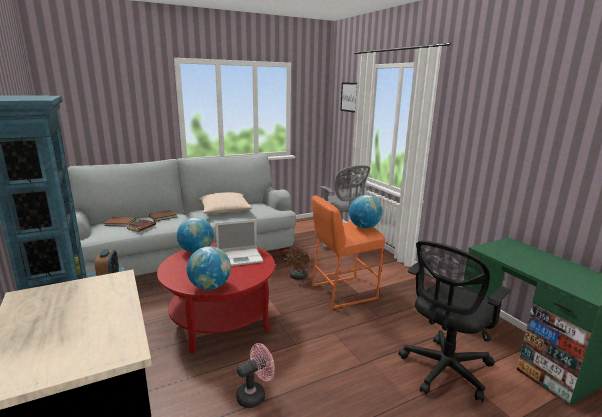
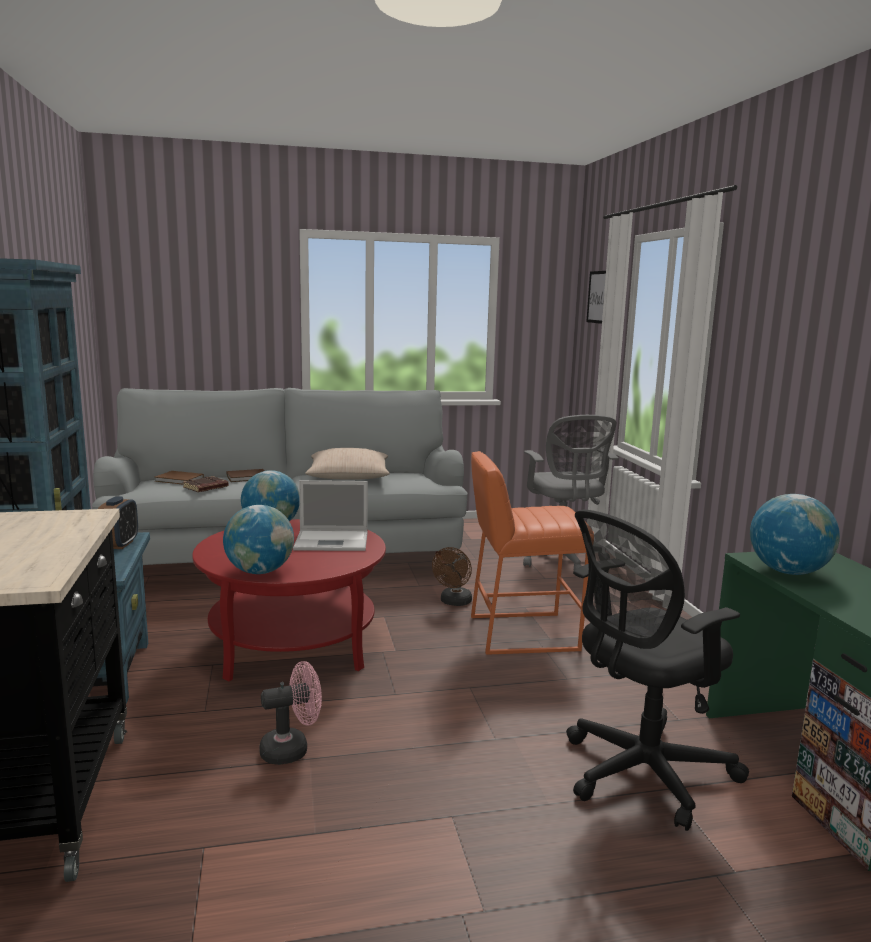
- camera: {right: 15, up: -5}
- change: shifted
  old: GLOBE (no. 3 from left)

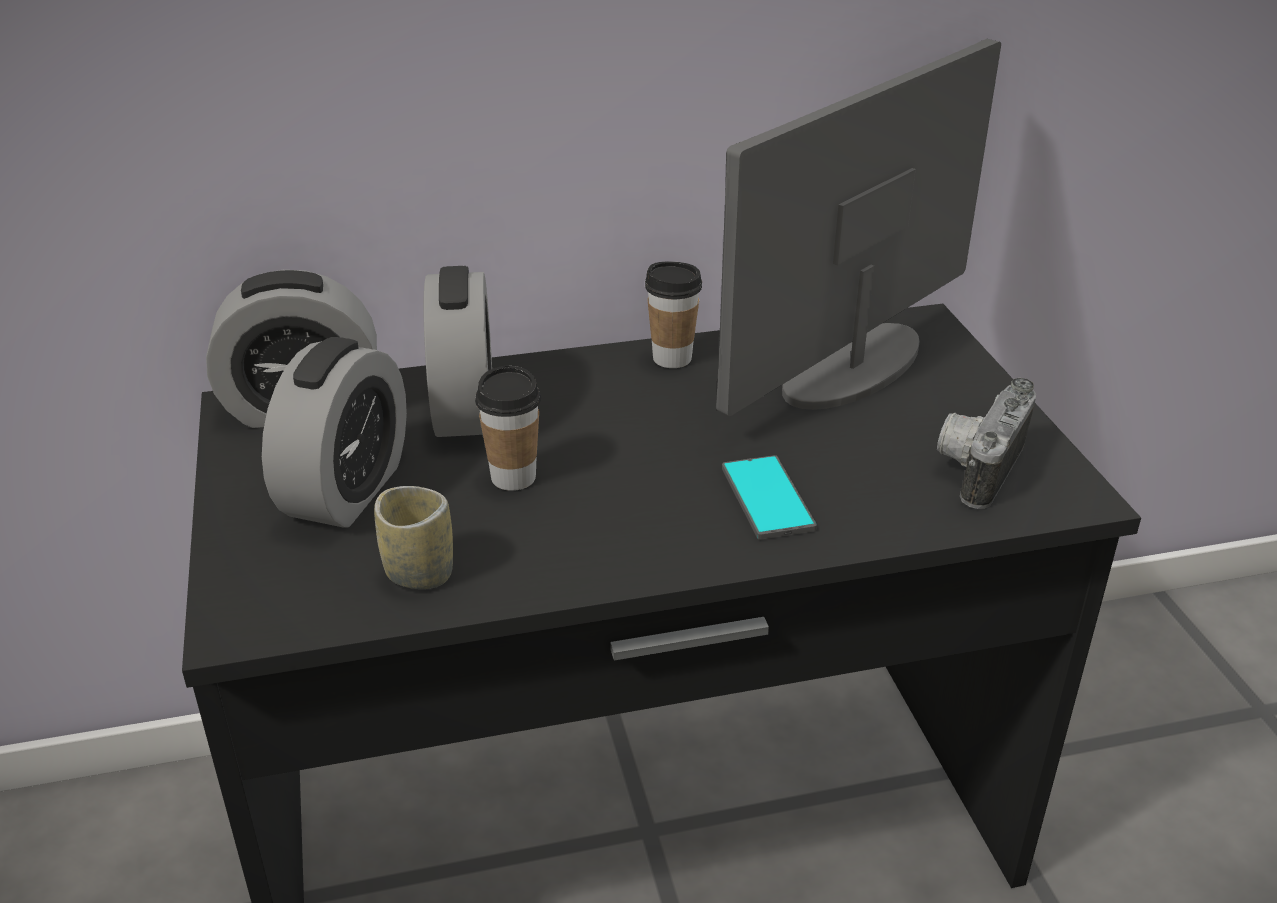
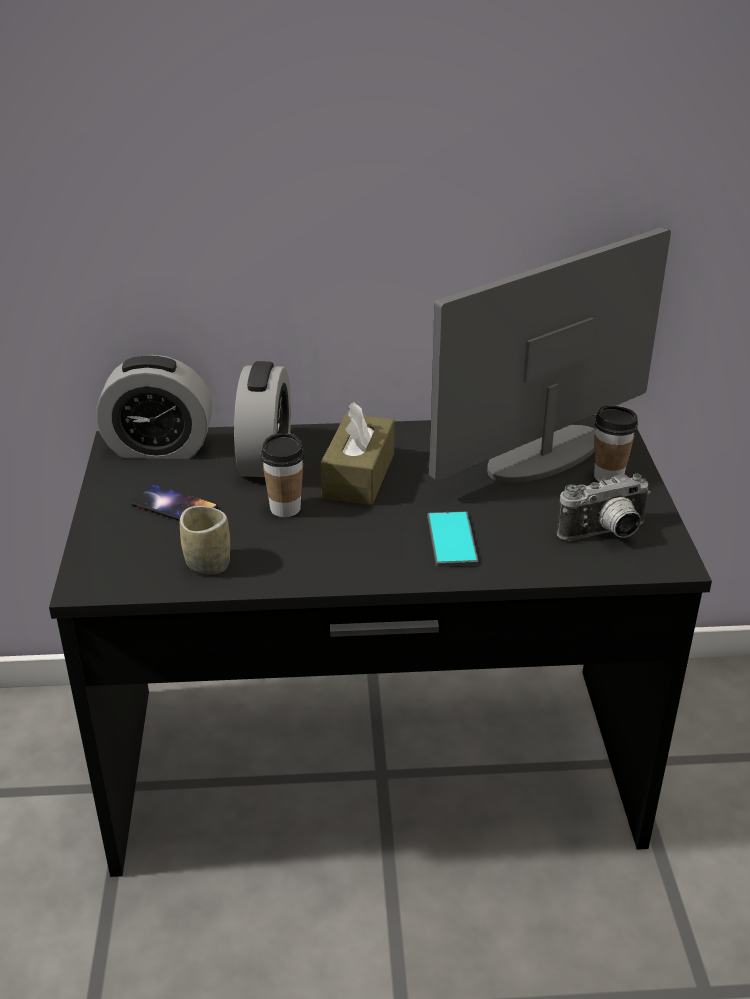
- camera: {right: 10, up: 0}
- change: swapped
  old: ALARM CLOCK (no. 2 from left)
  new: PHONE (no. 1 from left)
- change: new
  new: BROWN TISSUE BOX
- change: rotated
  old: PHOTO CAMERA
  degrees: -150
- change: shifted
  old: CUP (no. 3 from left)

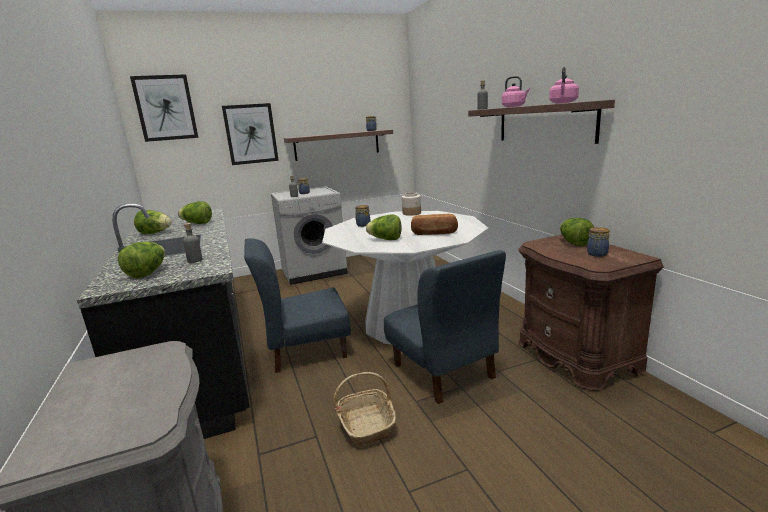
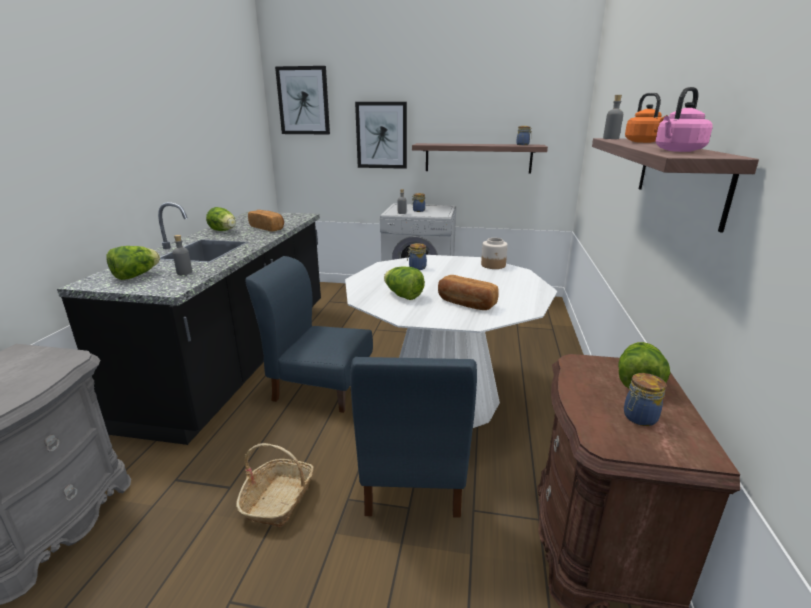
- camera: {right: 30, up: 5}
- change: swapped
  old: LETTUCE (no. 3 from left)
  new: BREAD (no. 1 from left)
- change: repainted
  old: PINK KETTLE (no. 1 from left)
  new: ORANGE KETTLE

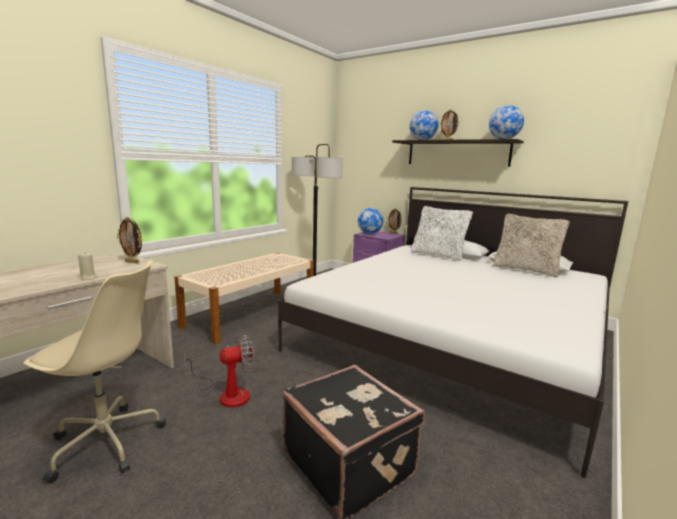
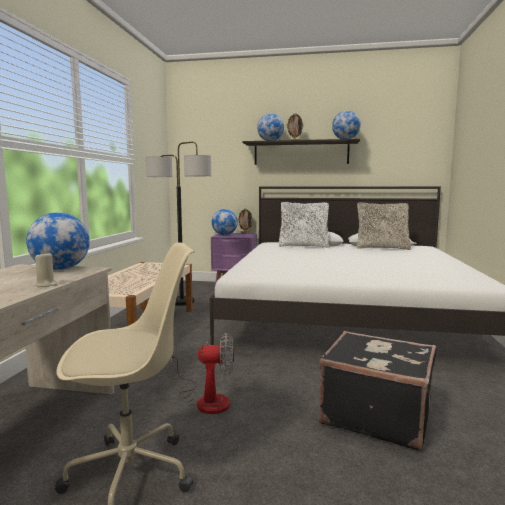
- camera: {right: -25, up: -5}
- change: swapped
  old: PICTURE FRAME (no. 1 from left)
  new: GLOBE (no. 1 from left)
- change: rotated
  old: FAN
  degrees: 45

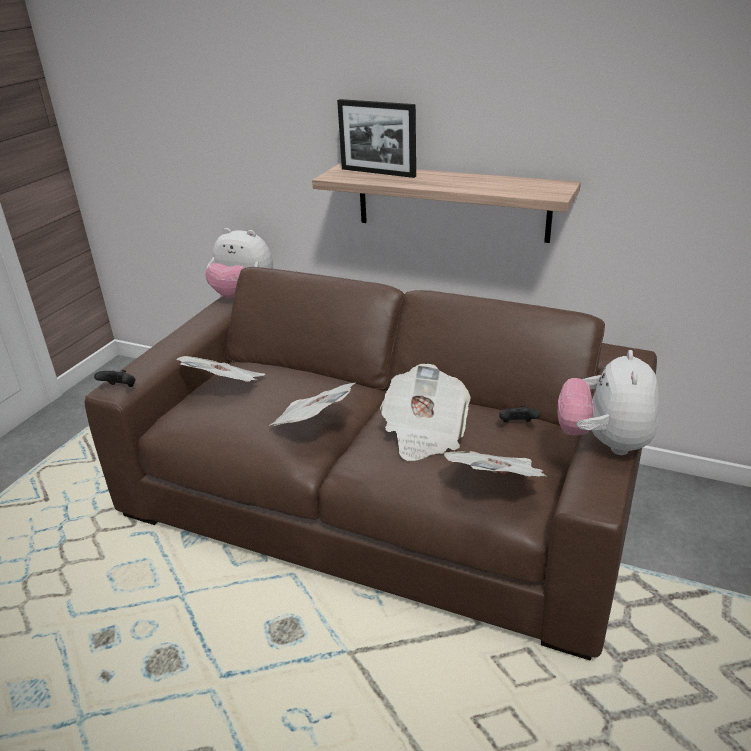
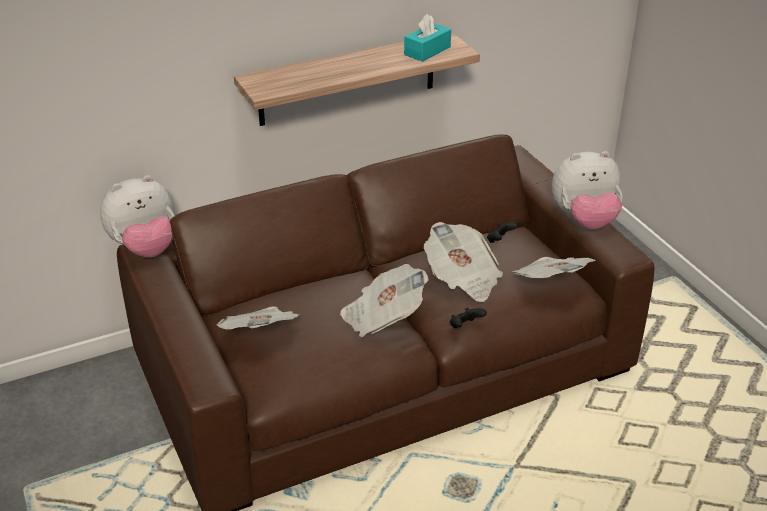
- camera: {right: -50, up: 5}
- change: new
  new: TURQUOISE TISSUE BOX
- change: shifted
  old: BLACK GAME CONTROLLER (no. 1 from left)
- change: rotated
  old: PLUSH TOY (no. 2 from left)
  degrees: -60
- change: gone
  old: PICTURE FRAME

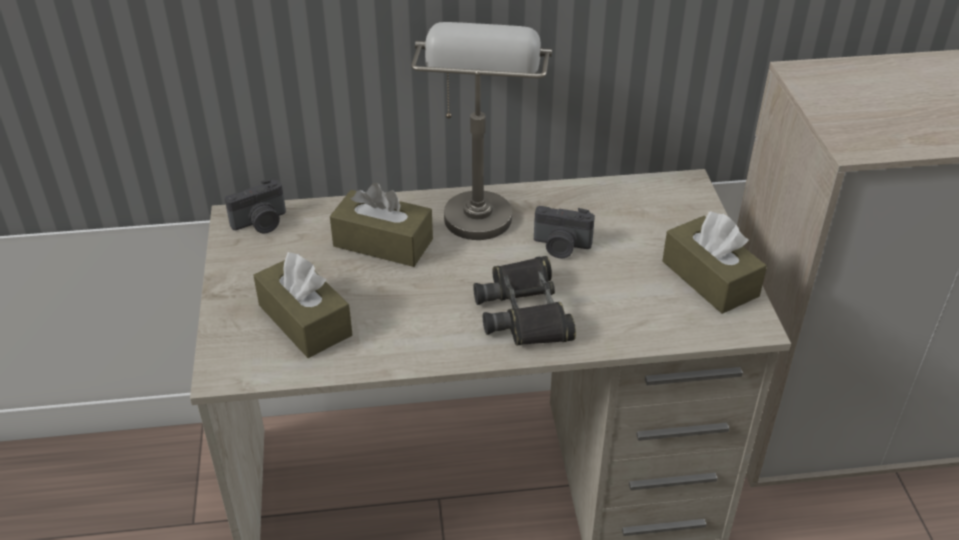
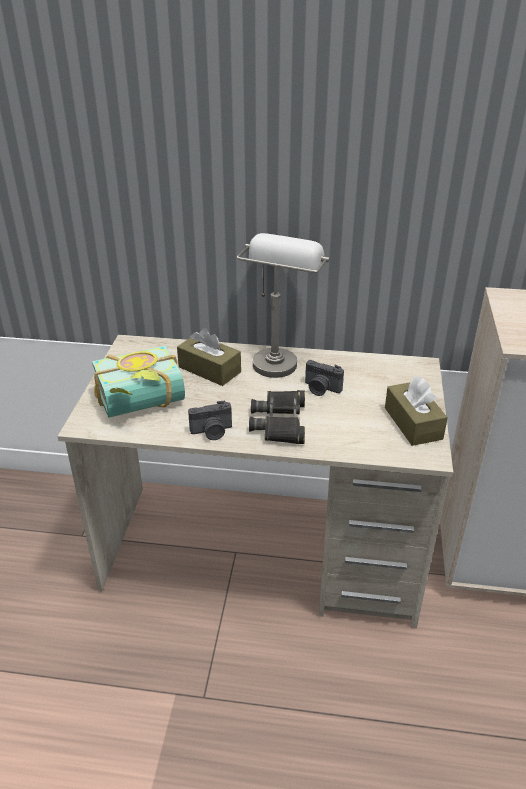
- camera: {right: 15, up: -5}
- change: swapped
  old: BROWN TISSUE BOX (no. 1 from left)
  new: BOOK
- change: shifted
  old: PHOTO CAMERA (no. 1 from left)

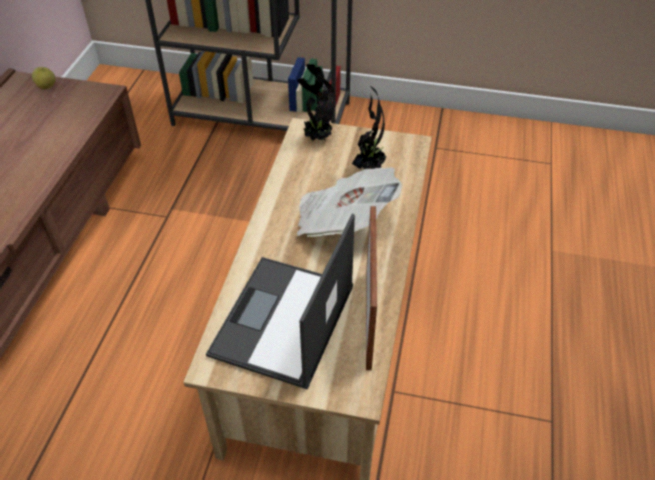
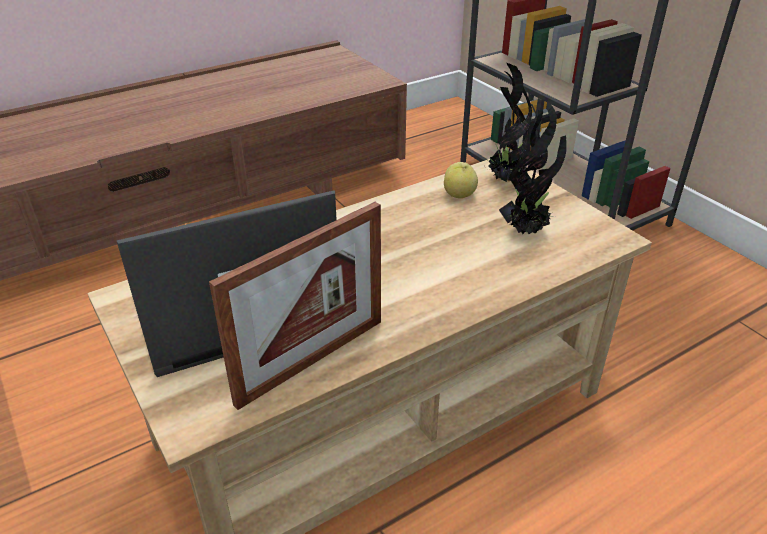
- camera: {right: 45, up: -10}
- change: shifted
  old: APPLE
- change: gone
  old: NEWSPAPER

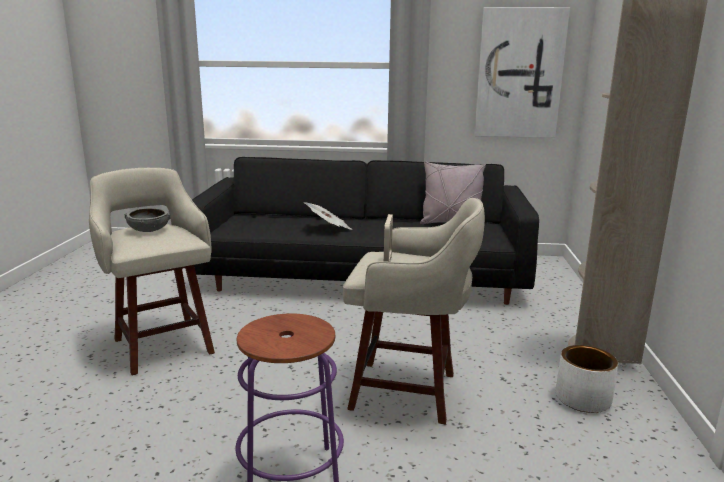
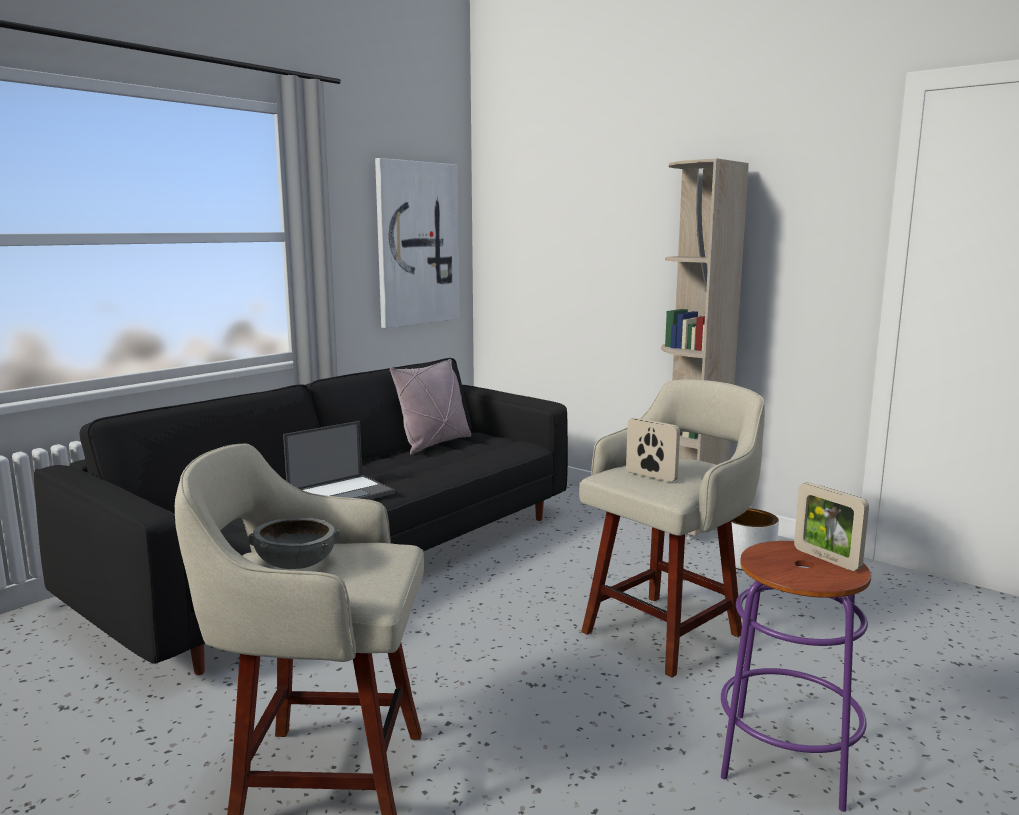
- camera: {right: -55, up: -5}
- change: swapped
  old: NEWSPAPER
  new: LAPTOP
- change: new
  new: PICTURE FRAME (no. 2 from left)

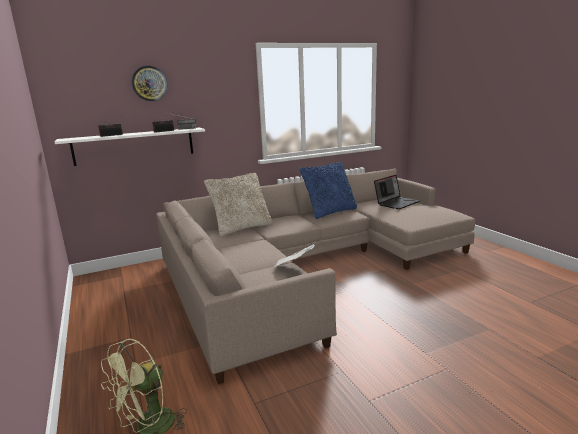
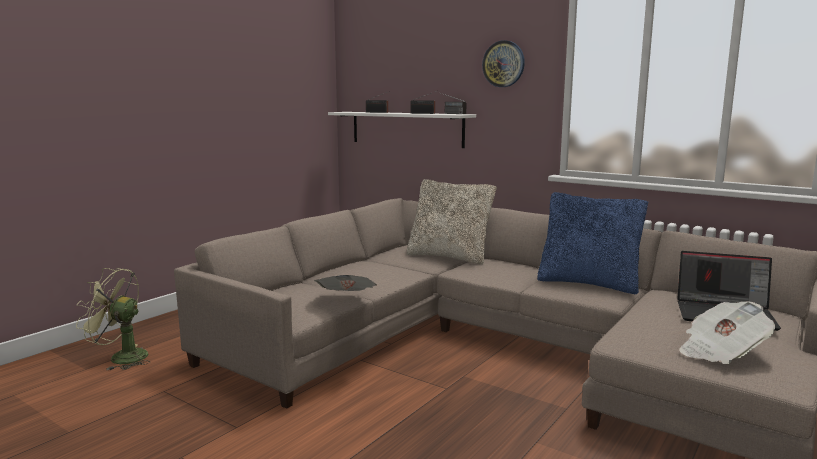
- camera: {right: 60, up: -5}
- change: shifted
  old: WALL CLOCK
- change: new
  new: NEWSPAPER (no. 2 from left)

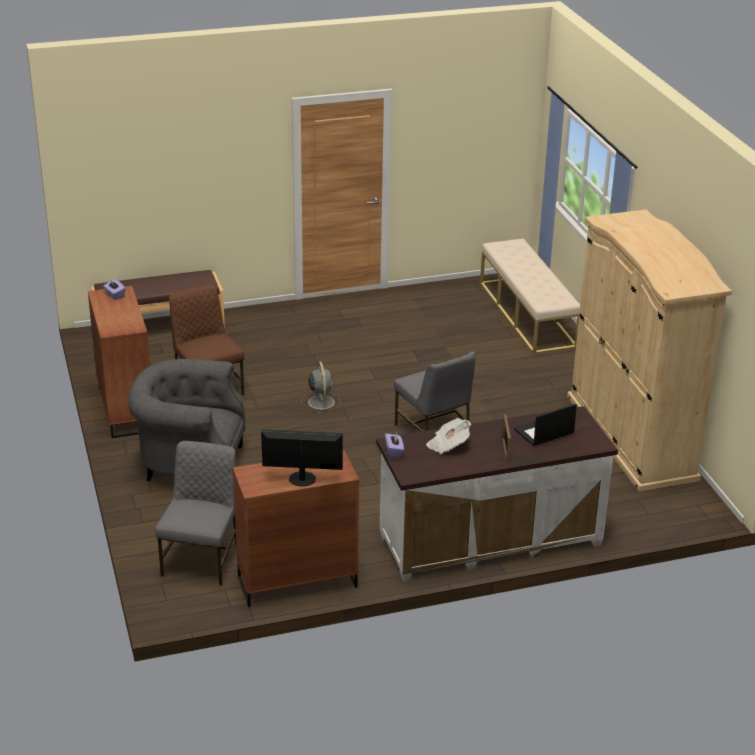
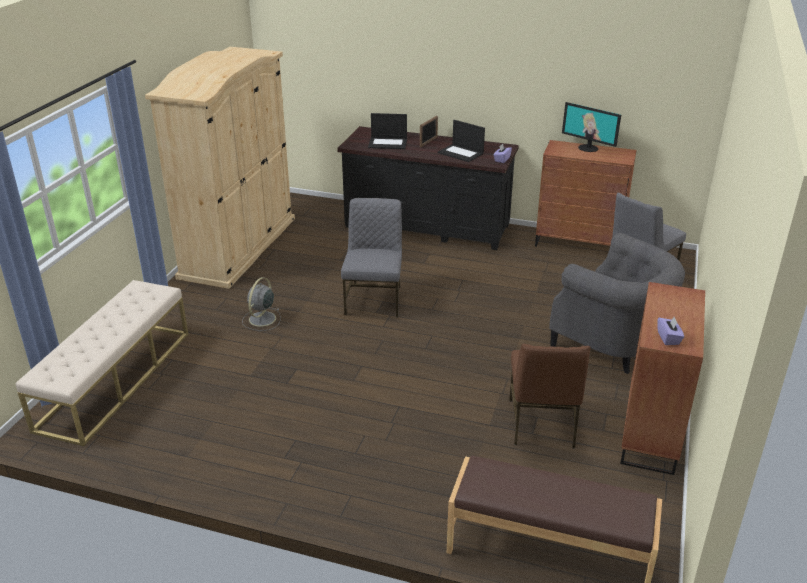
- camera: {right: -145, up: 0}
- change: shifted
  old: GREY FAN
- change: repainted
  old: WHITE CABINET
  new: BLACK CABINET
- change: swapped
  old: NEWSPAPER
  new: LAPTOP (no. 2 from left)

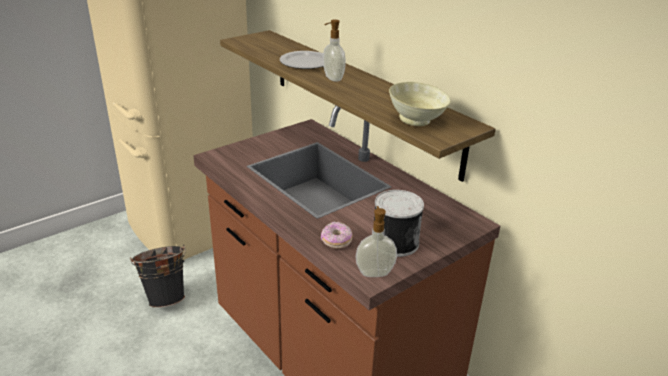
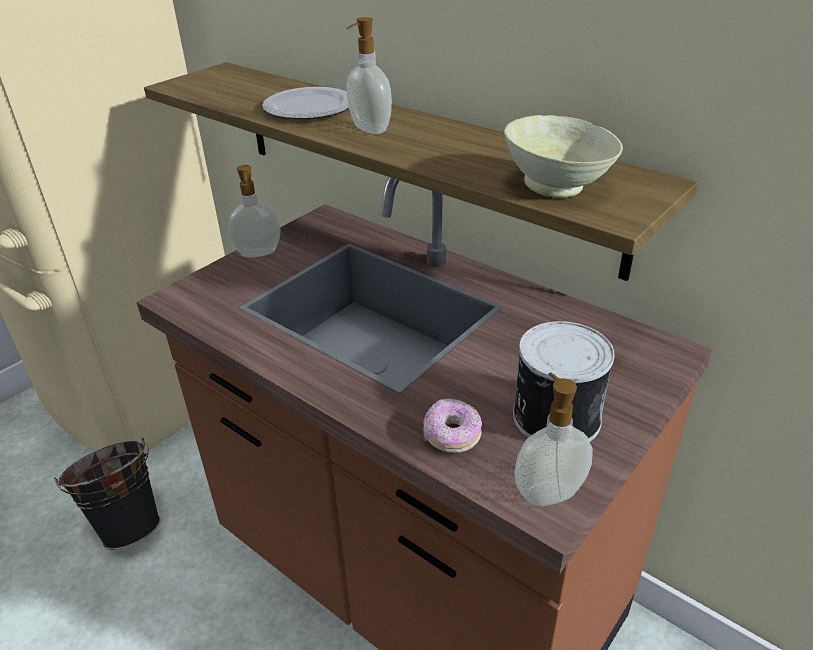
- camera: {right: -10, up: 5}
- change: new
  new: SOAP DISPENSER (no. 1 from left)

